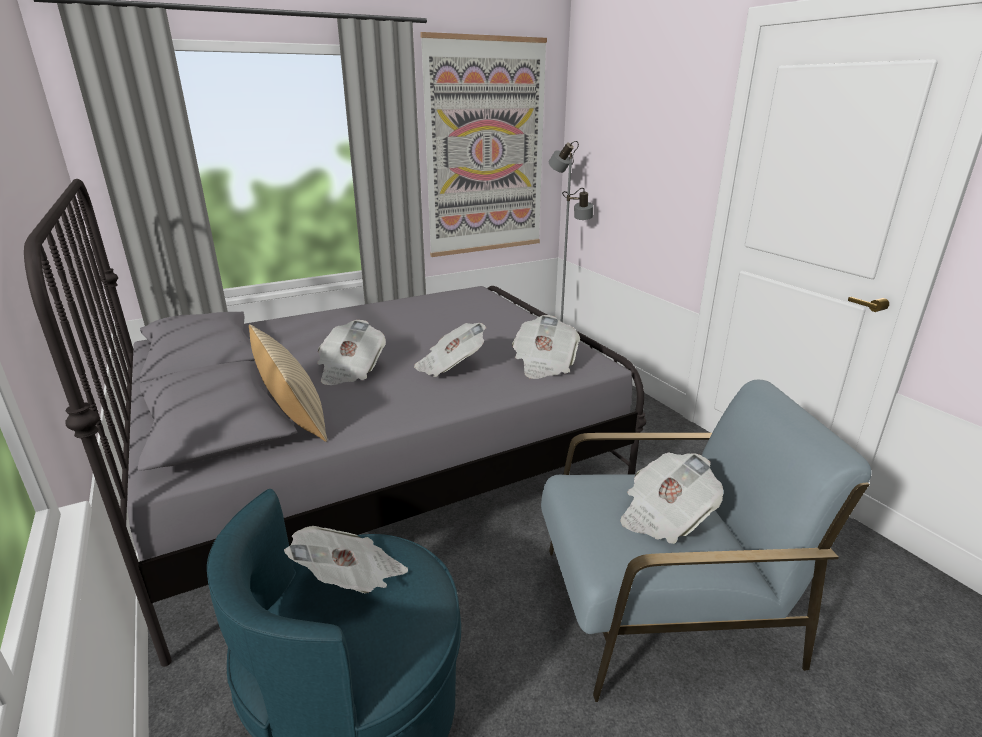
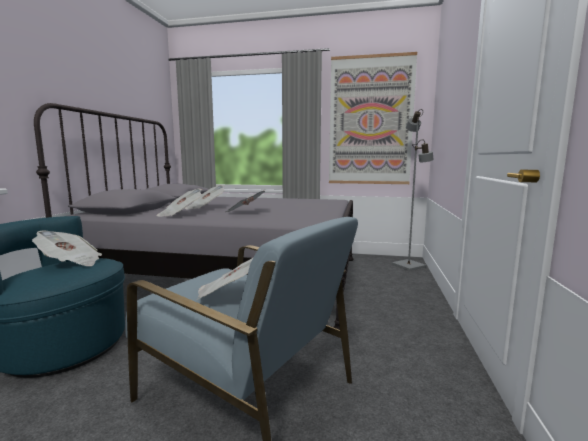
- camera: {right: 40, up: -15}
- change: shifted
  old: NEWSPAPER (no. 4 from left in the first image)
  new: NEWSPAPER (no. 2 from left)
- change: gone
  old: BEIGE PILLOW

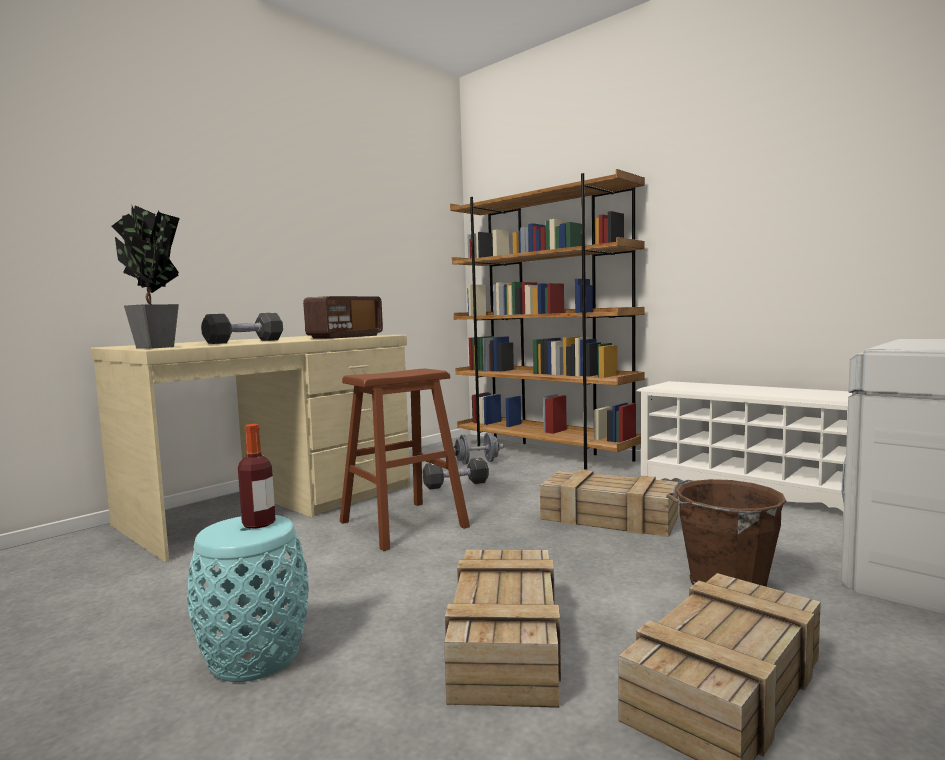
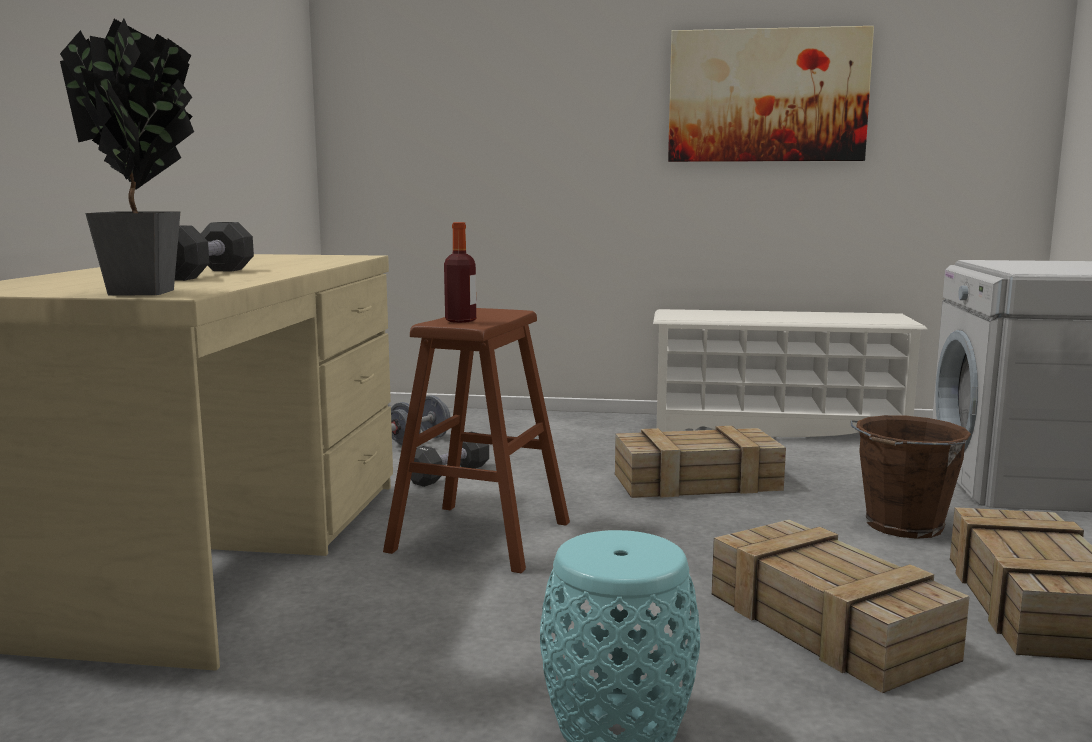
- camera: {right: -35, up: 5}
- change: shifted
  old: BOTTLE
- change: new
  new: PICTURE
- change: gone
  old: RADIO
- change: gone
  old: BROWN BOOKCASE

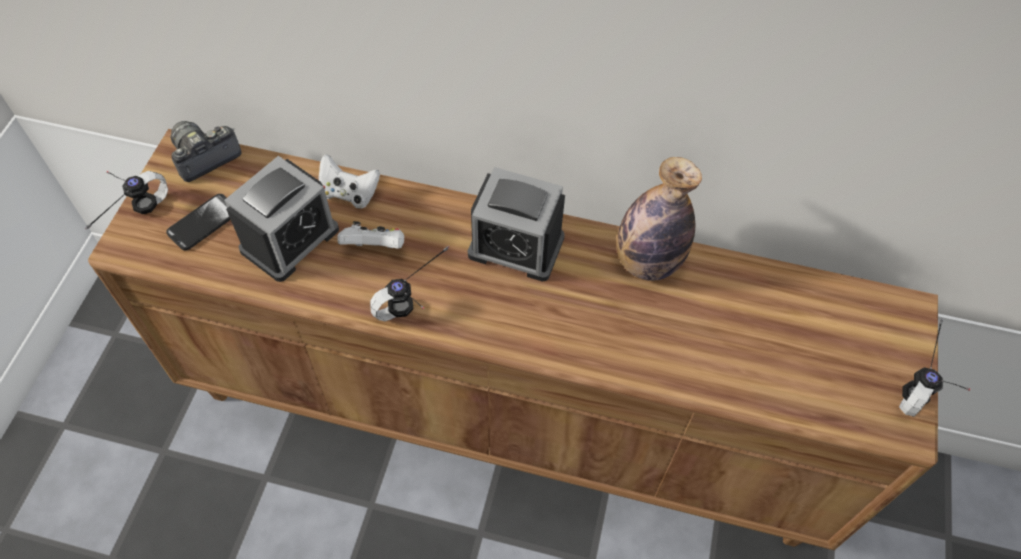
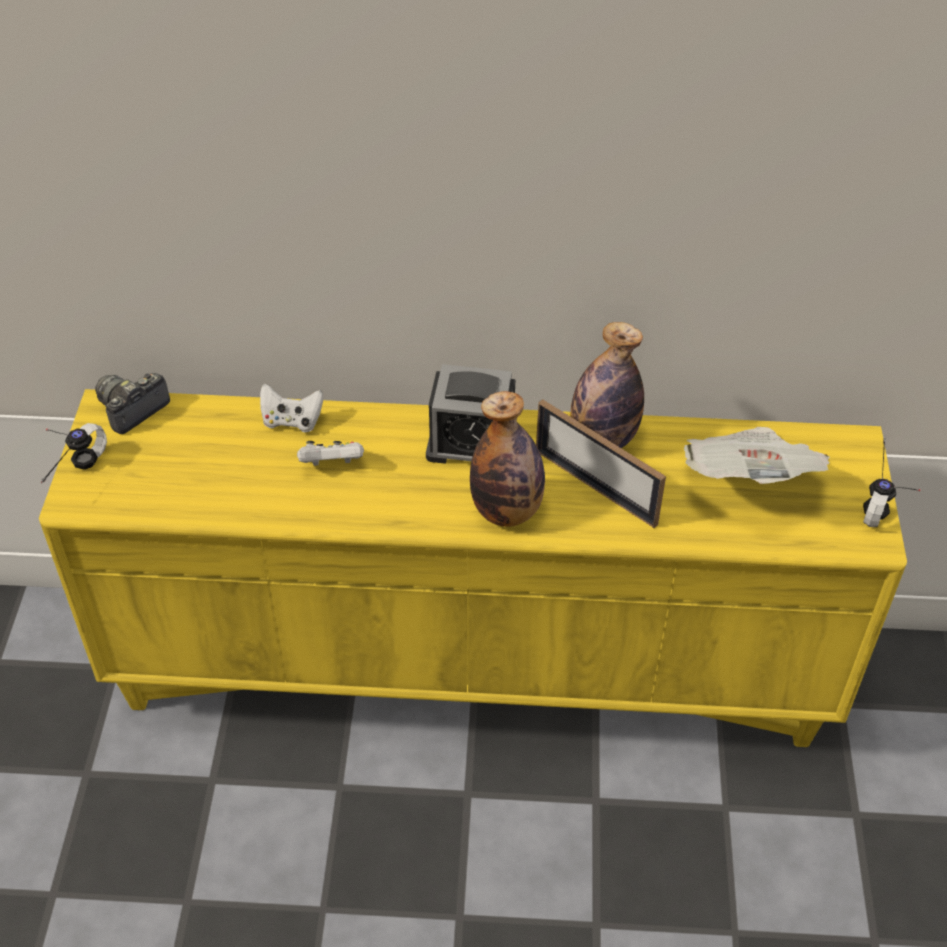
- camera: {right: -10, up: -10}
- change: repainted
  old: BROWN DRESSER
  new: YELLOW DRESSER
- change: new
  new: BOTTLE (no. 1 from left)
- change: new
  new: PICTURE FRAME
- change: new
  new: NEWSPAPER
- change: gone
  old: PHONE
- change: gone
  old: ALARM CLOCK (no. 1 from left)
- change: gone
  old: HEADPHONES (no. 2 from left)

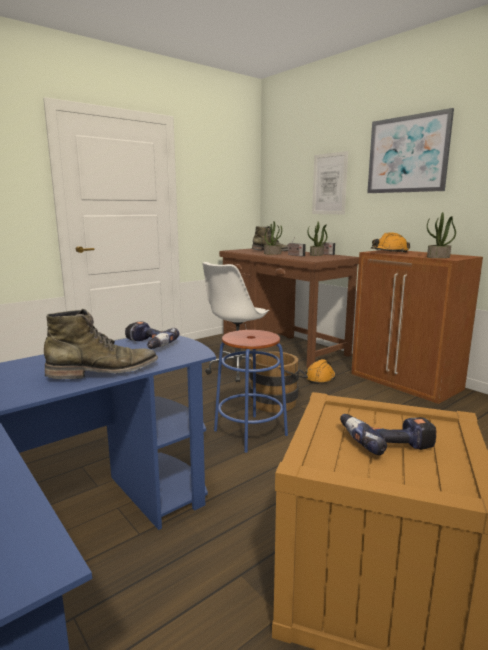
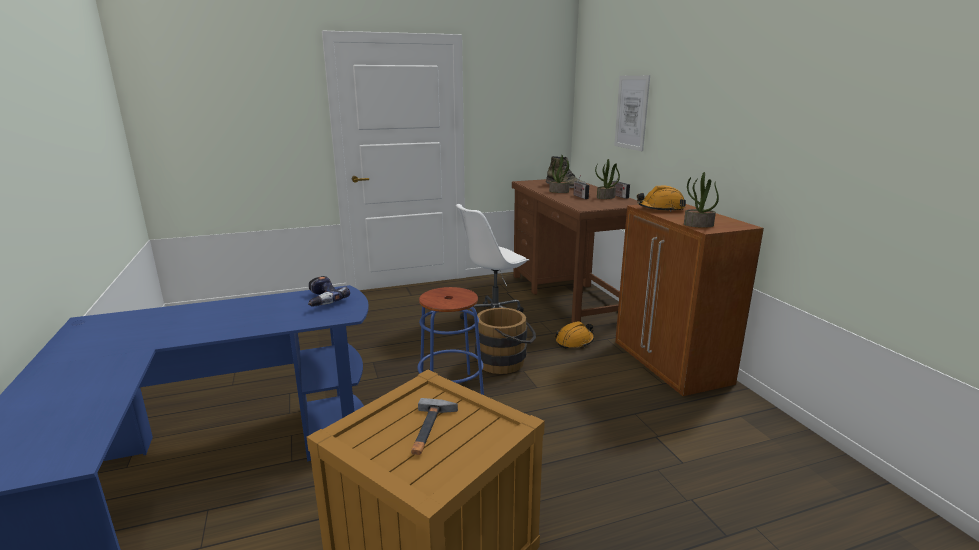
- camera: {right: 20, up: 5}
- change: swapped
  old: POWER DRILL (no. 2 from left)
  new: HAMMER
- change: gone
  old: GREEN BOOT (no. 1 from left)
- change: gone
  old: PICTURE (no. 2 from left)

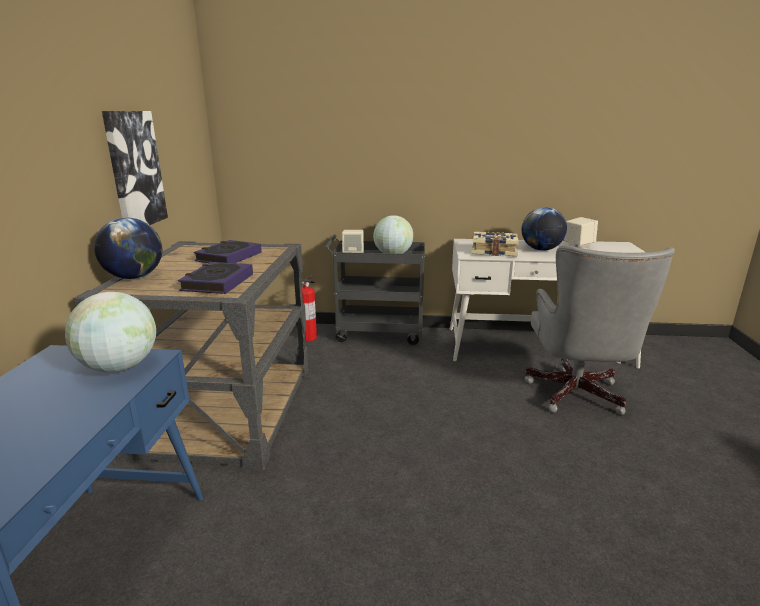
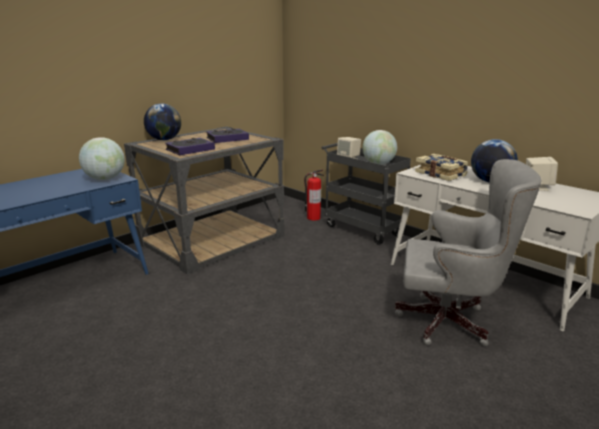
- camera: {right: 40, up: 0}
- change: rotated
  old: GREY OFFICE CHAIR
  degrees: -120
- change: gone
  old: PICTURE

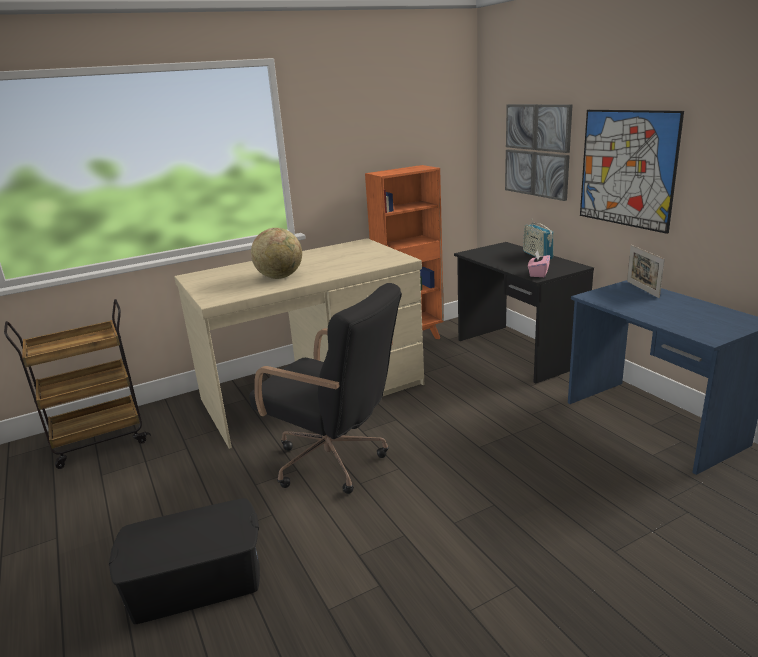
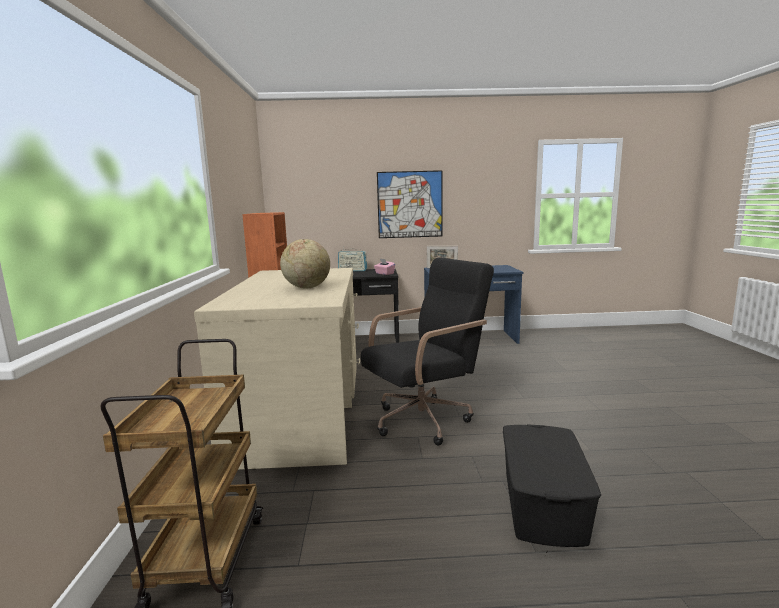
- camera: {right: -65, up: -10}
- change: gone
  old: PICTURE (no. 1 from left)

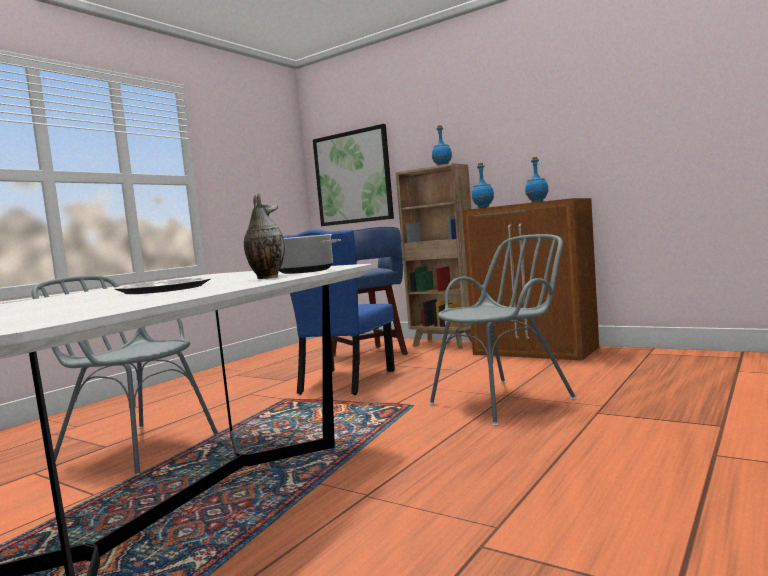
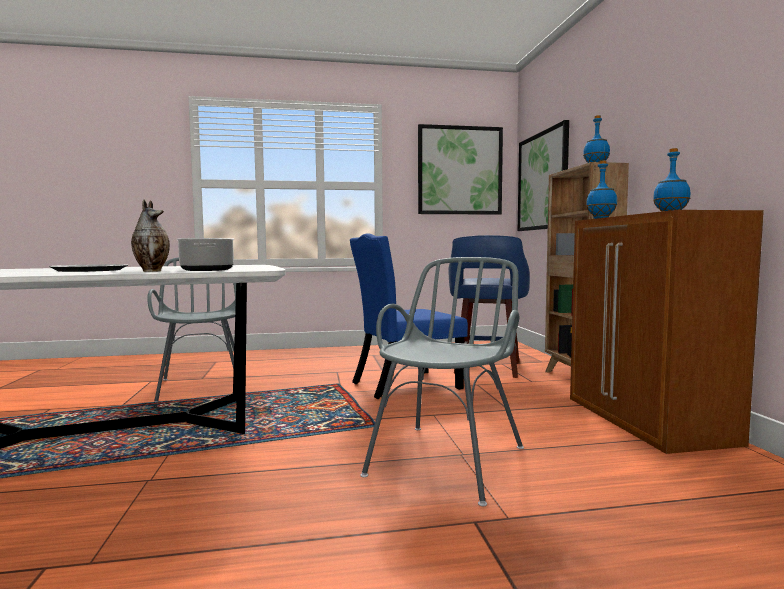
- camera: {right: 45, up: 0}
- change: rotated
  old: GREY CHAIR (no. 2 from left)
  degrees: -75
- change: new
  new: PICTURE (no. 1 from left)

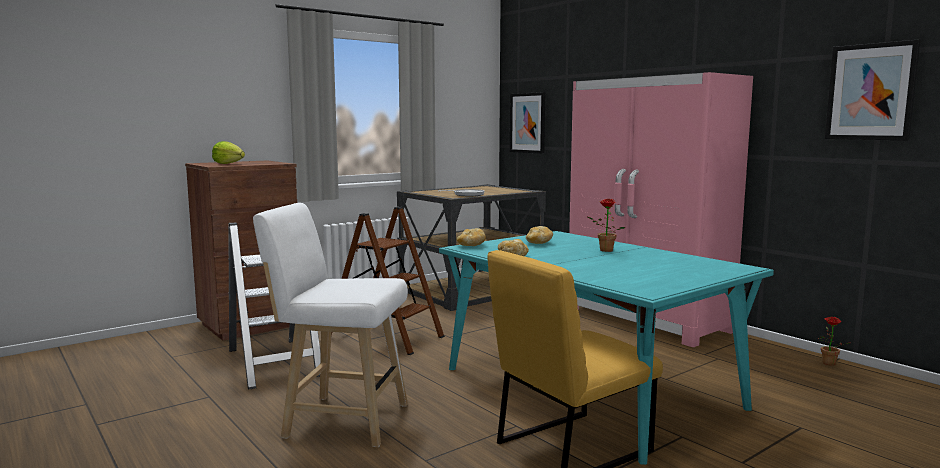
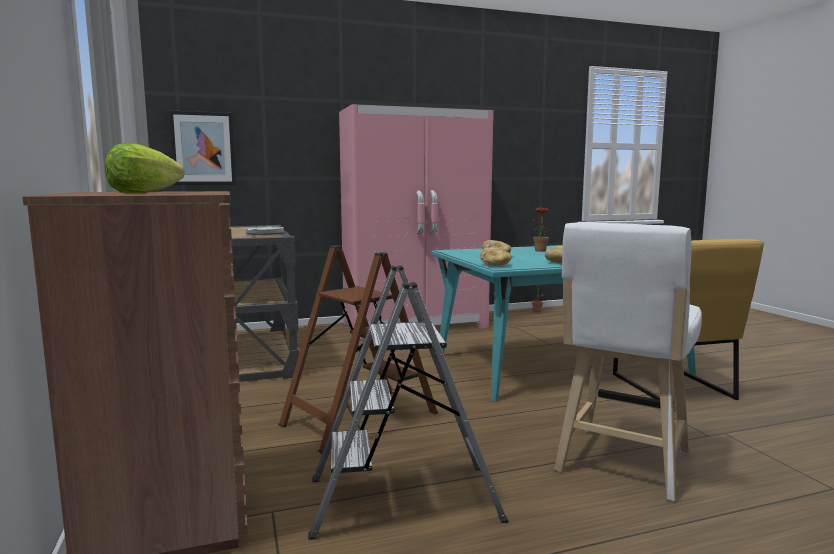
- camera: {right: -70, up: 0}
- change: gone
  old: PICTURE (no. 2 from left)

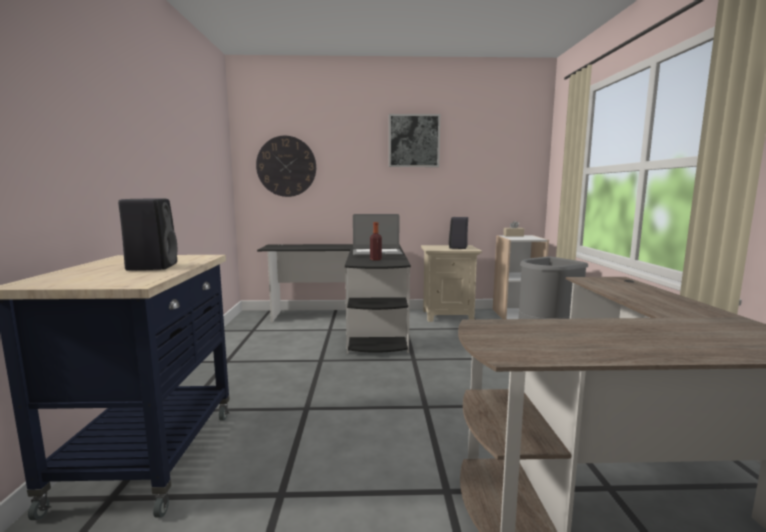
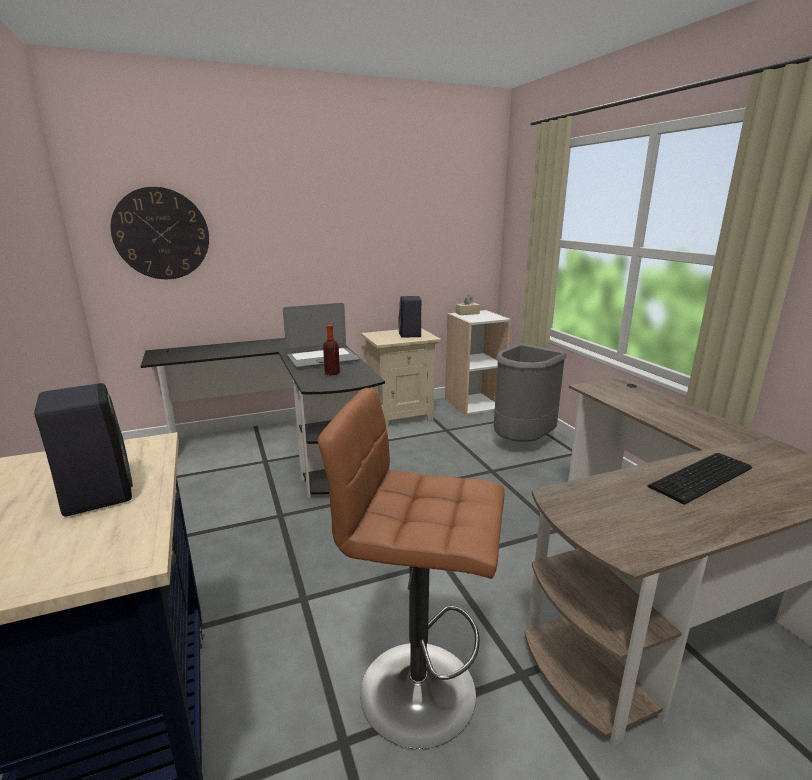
- camera: {right: -20, up: 10}
- change: new
  new: BROWN STOOL
- change: new
  new: KEYBOARD
- change: gone
  old: PICTURE

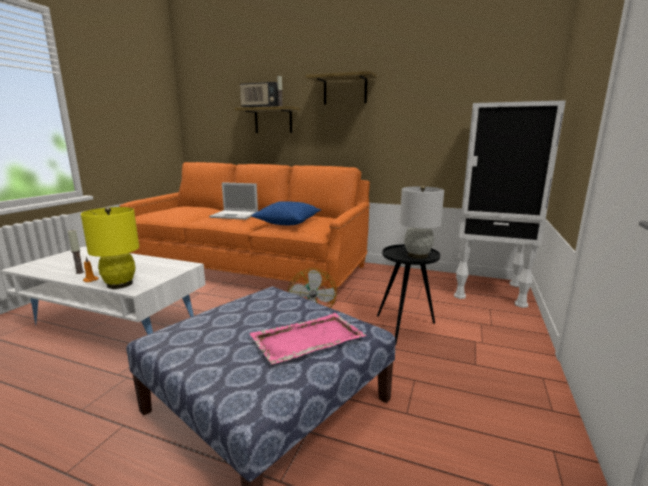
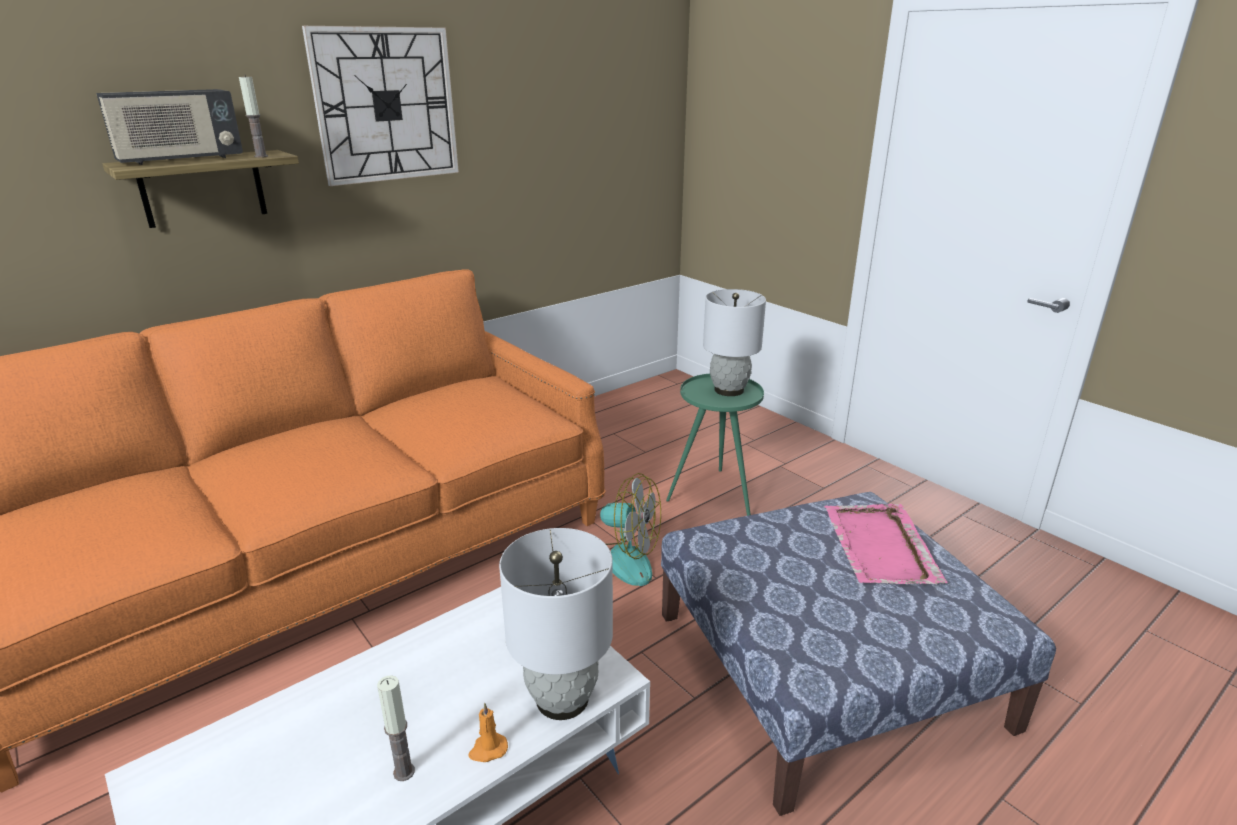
- camera: {right: -60, up: 10}
- change: swapped
  old: SHELF (no. 2 from left)
  new: WALL CLOCK
- change: repainted
  old: YELLOW TABLE LAMP
  new: WHITE TABLE LAMP (no. 1 from left)
- change: repainted
  old: BLACK SIDE TABLE
  new: GREEN SIDE TABLE
- change: gone
  old: LAPTOP
- change: gone
  old: BLUE PILLOW
- change: gone
  old: WHITE CABINET

